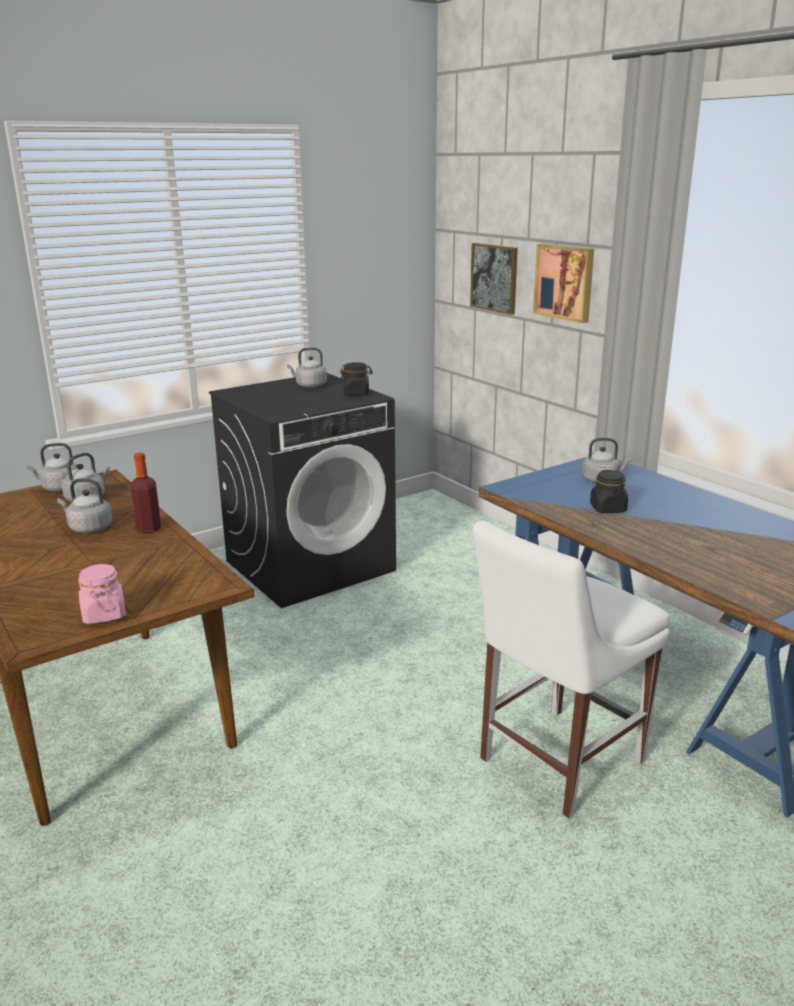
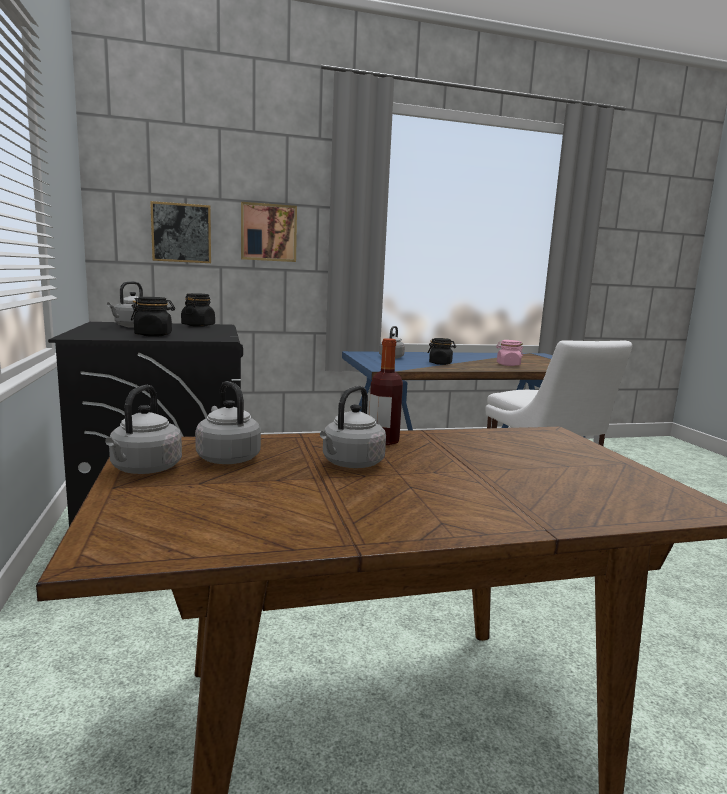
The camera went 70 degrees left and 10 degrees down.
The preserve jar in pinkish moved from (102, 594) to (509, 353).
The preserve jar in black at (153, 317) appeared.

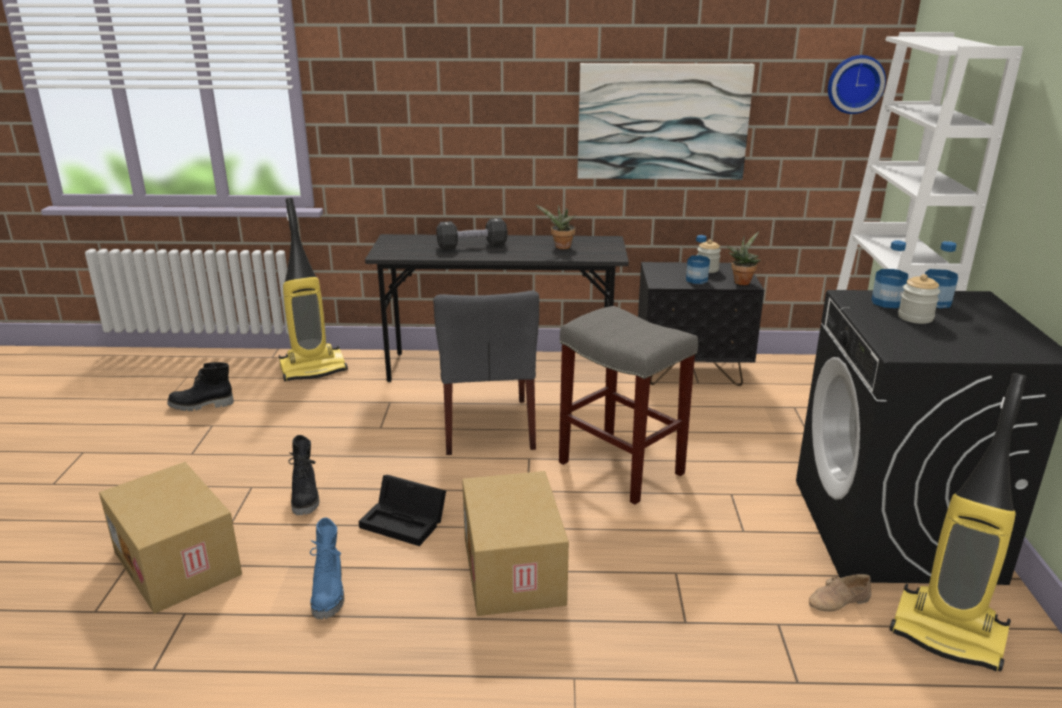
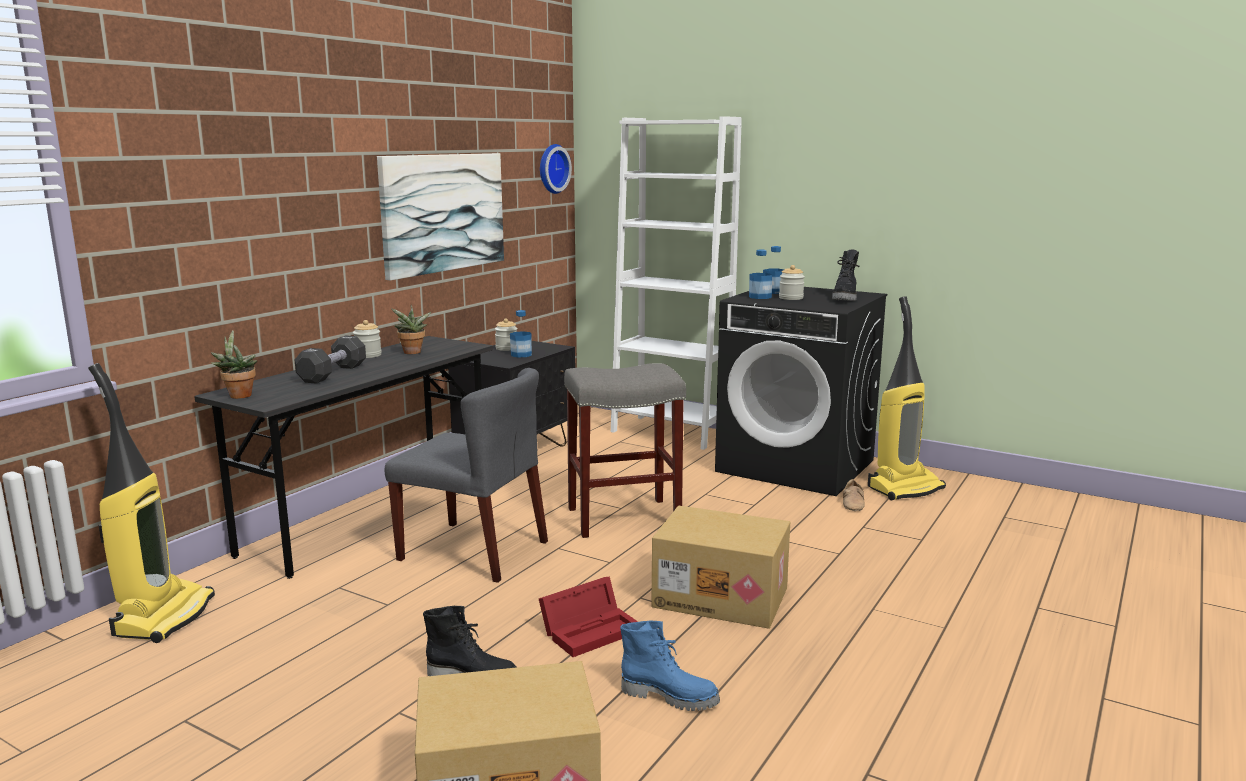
The camera went 60 degrees left and 10 degrees down.
The high-top boot in black moved from (200, 386) to (845, 275).
The storage box in black at (402, 510) became the storage box in red-coloured at (588, 617).
The potted plant moved from (744, 258) to (234, 364).
The preserve jar at (367, 339) appeared.

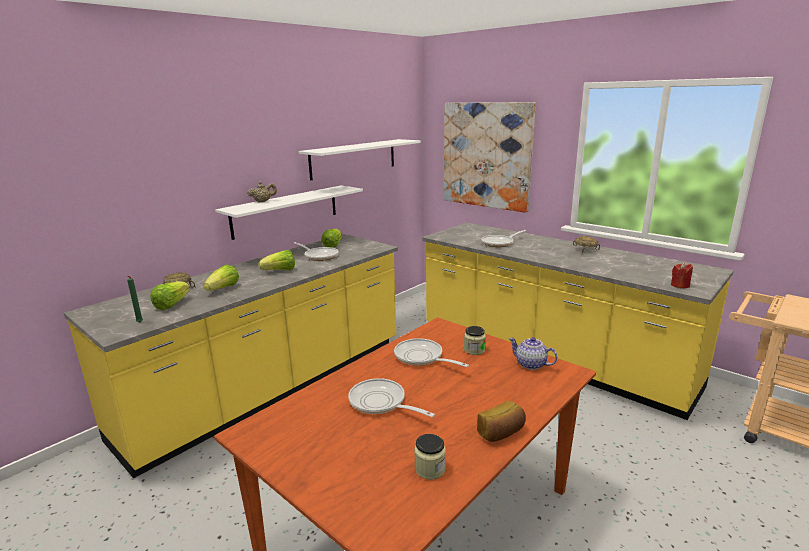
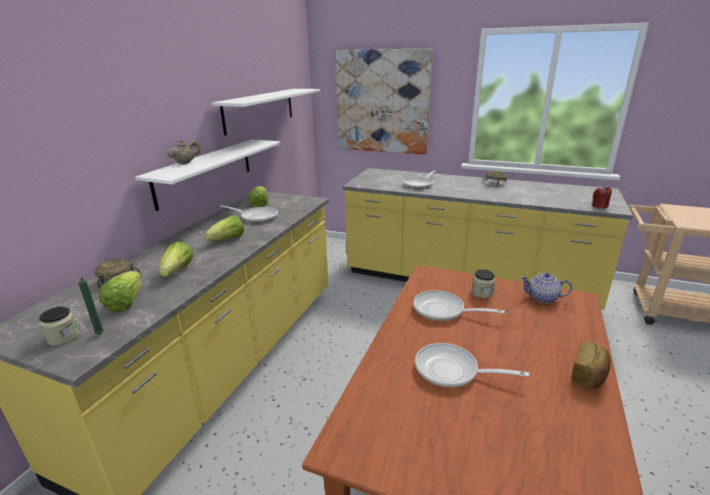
The camera went 20 degrees left and 5 degrees up.
The preserve jar moved from (430, 457) to (59, 326).

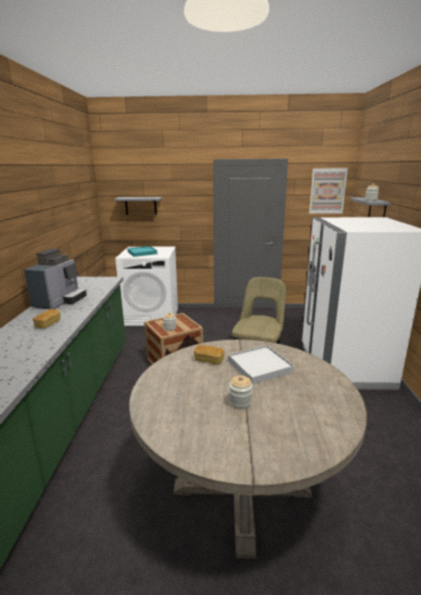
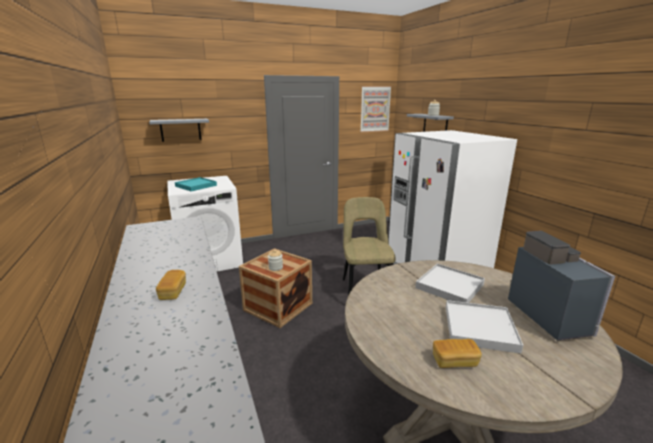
The camera went 25 degrees left and 0 degrees up.
The coffee brewer moved from (55, 279) to (561, 286).
The bakery bread moved from (209, 355) to (457, 353).
The preserve jar at (241, 392) was replaced by the tray in whitish at (484, 327).

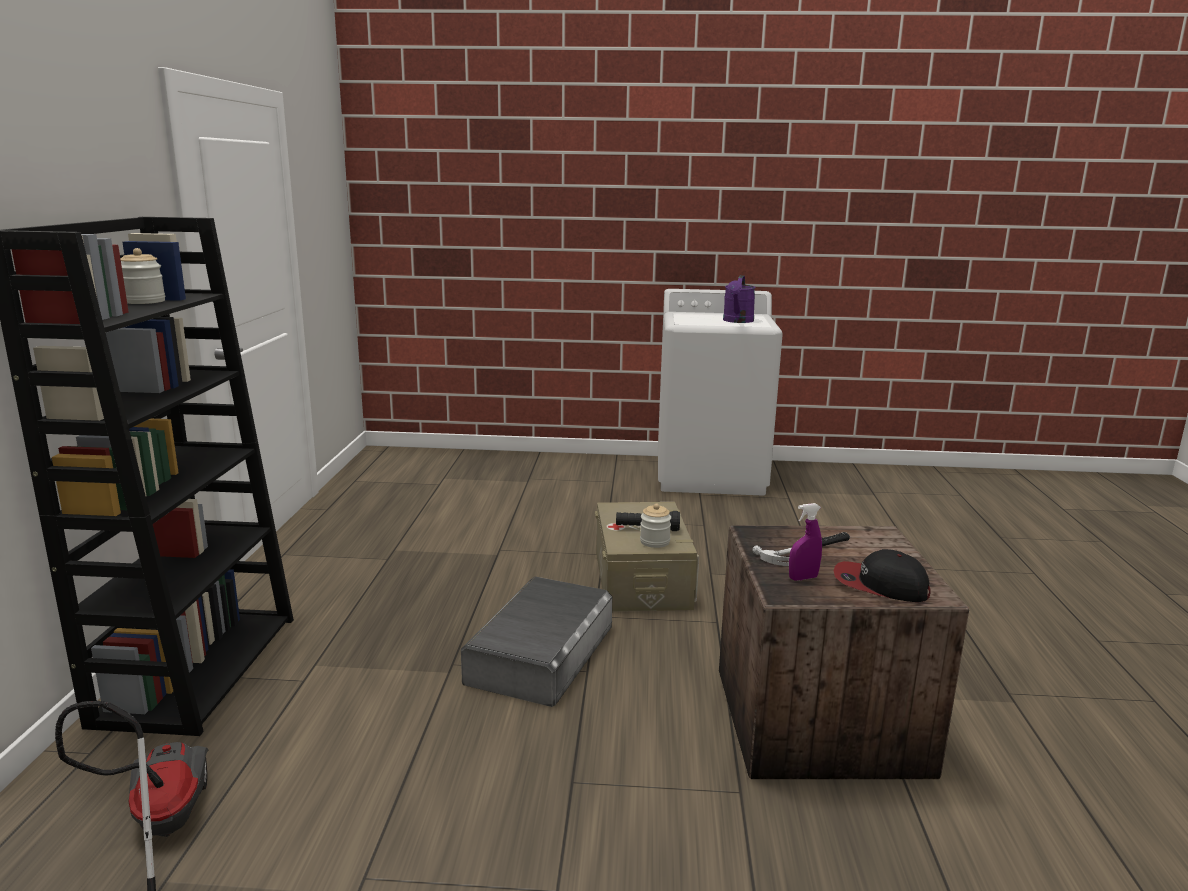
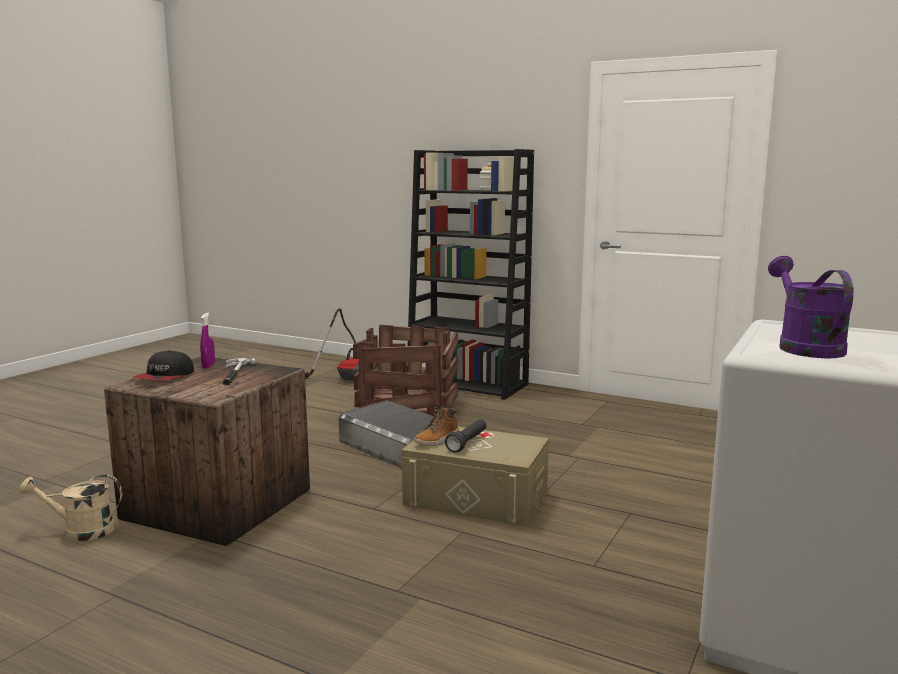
The camera went 115 degrees right and 5 degrees down.
The preserve jar at (655, 526) was replaced by the high-top boot at (436, 425).
The watering can in purple at (739, 299) turned 45 degrees clockwise.
The peaked cap at (882, 575) turned 150 degrees clockwise.
The watering can in beige-coloured at (70, 508) appeared.
The crate at (405, 370) appeared.

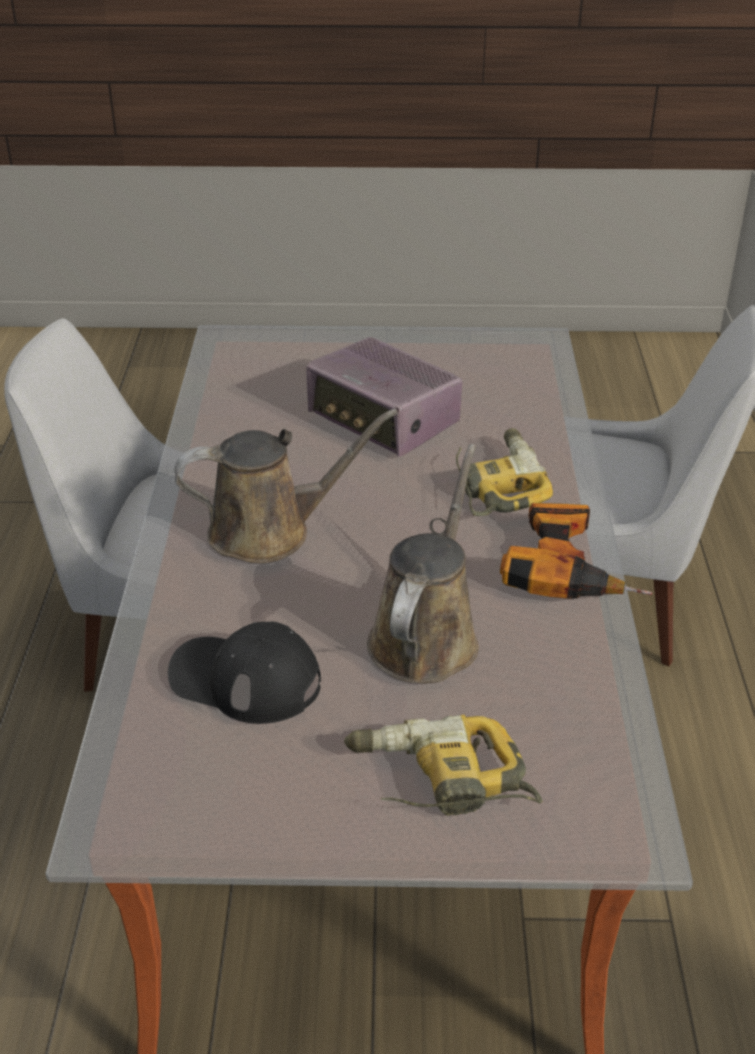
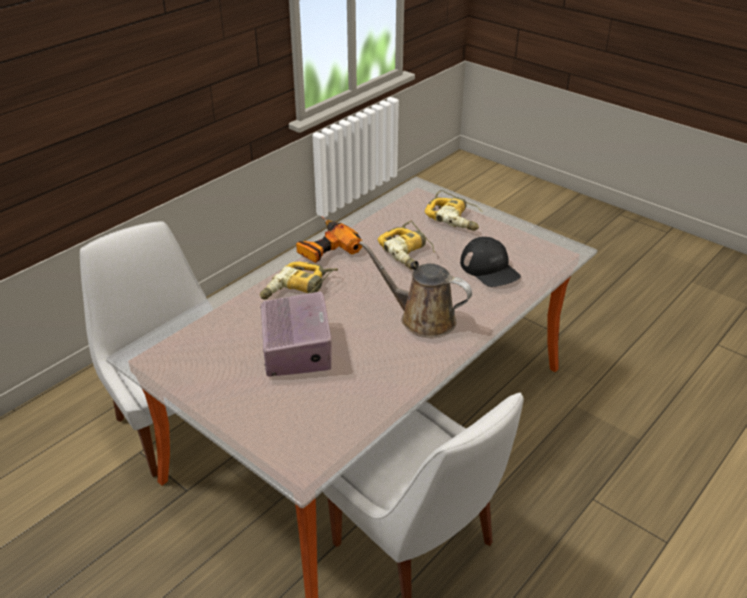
The camera went 140 degrees left and 0 degrees up.
The watering can in brownish at (423, 563) was replaced by the electric drill at (406, 245).

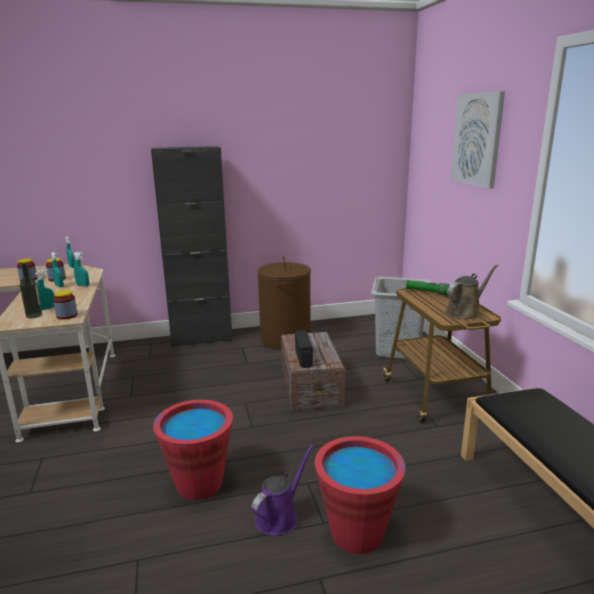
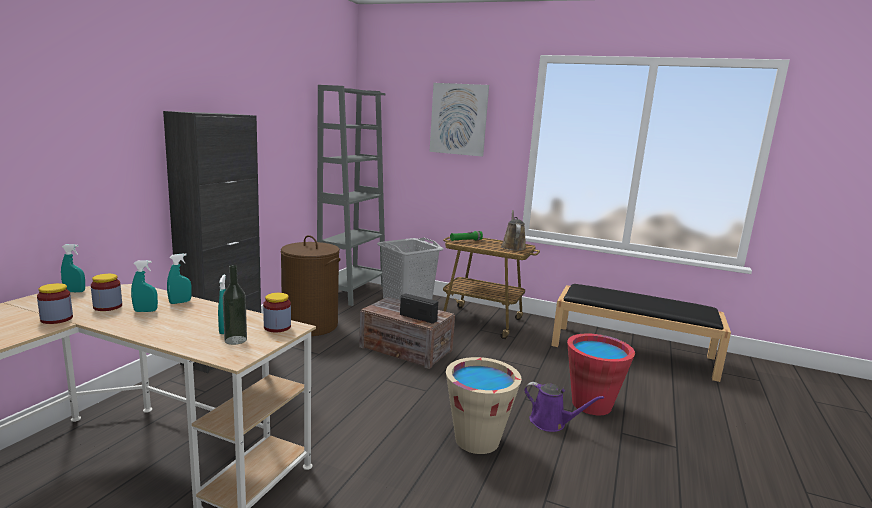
The camera went 55 degrees left and 5 degrees down.
The pail in red-coloured at (193, 450) became the pail in beige-coloured at (484, 405).
The watering can in purple at (282, 490) turned 135 degrees clockwise.
The bookcase in grey at (351, 195) appeared.

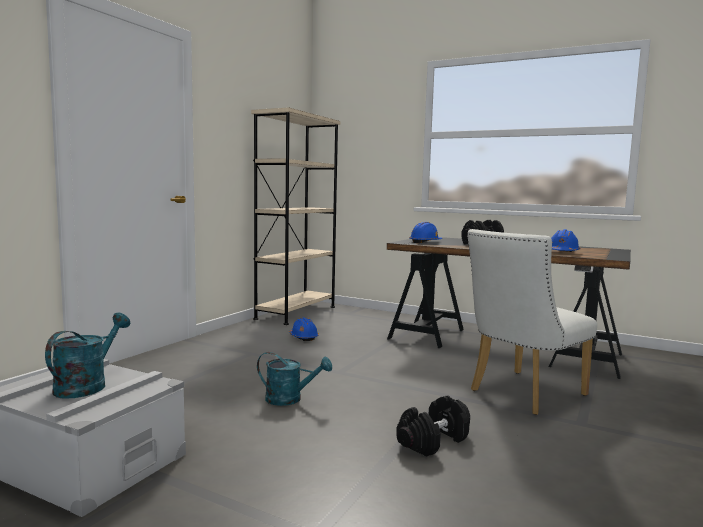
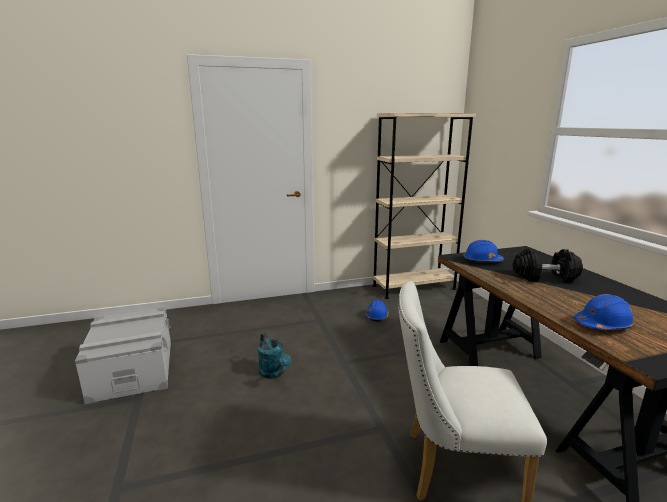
The camera went 45 degrees right and 10 degrees up.
The watering can in turquoise at (87, 356) disappeared.
The hand weight in black at (433, 426) disappeared.

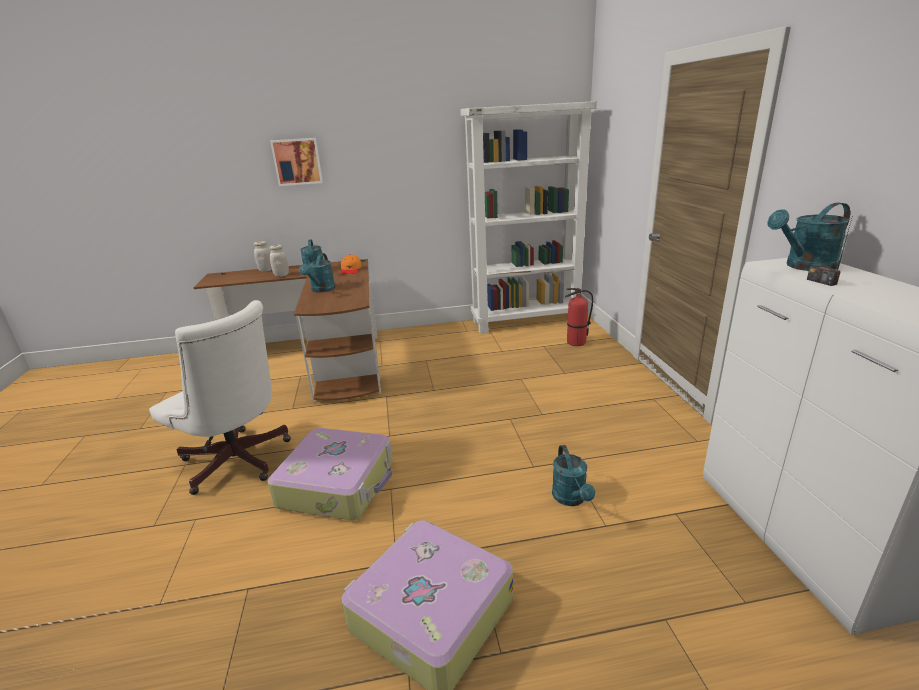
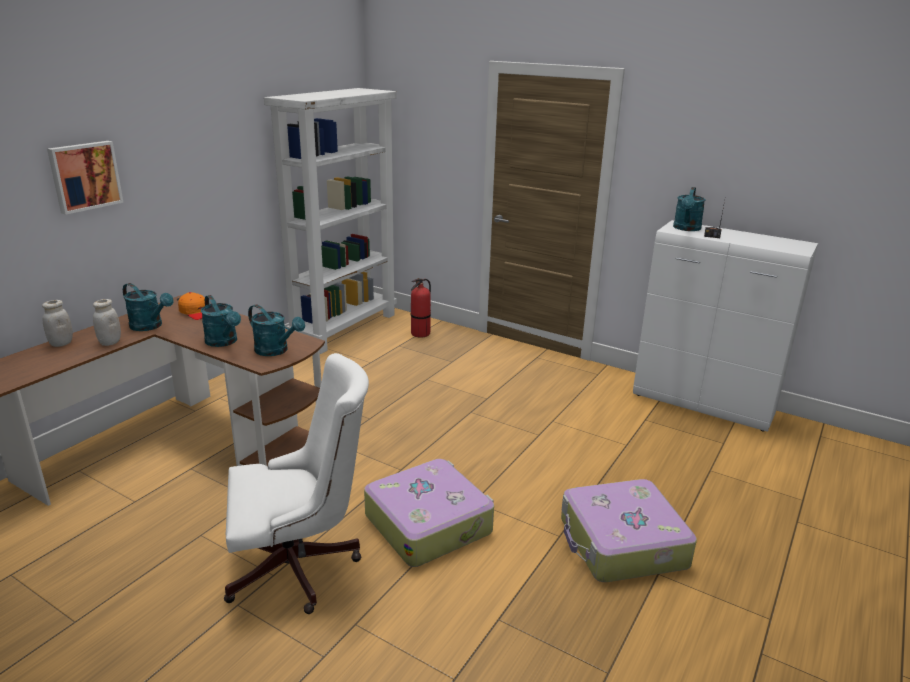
The camera went 50 degrees left and 0 degrees up.
The watering can in turquoise moved from (573, 475) to (276, 330).

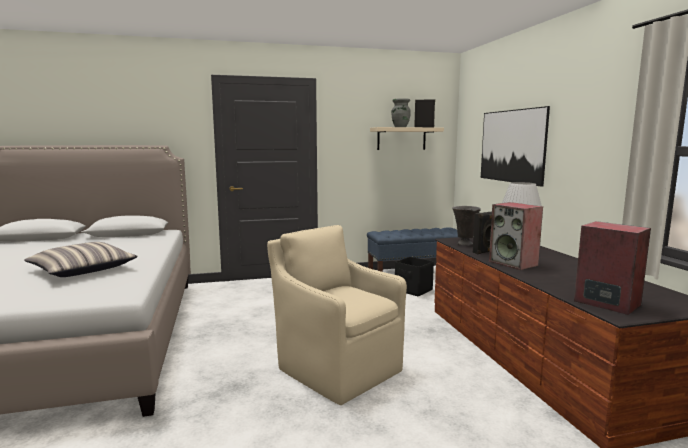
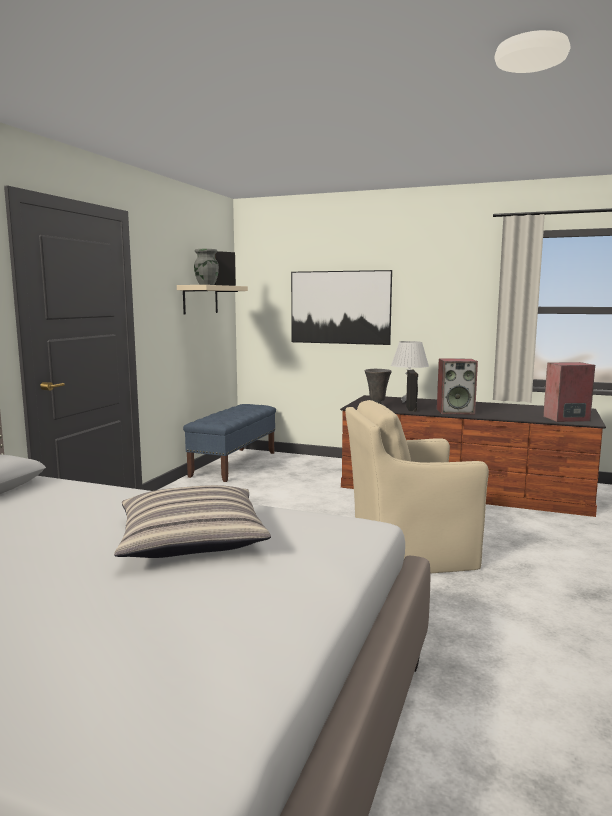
The camera went 55 degrees left and 0 degrees up.
The storage box in black at (414, 276) disappeared.

